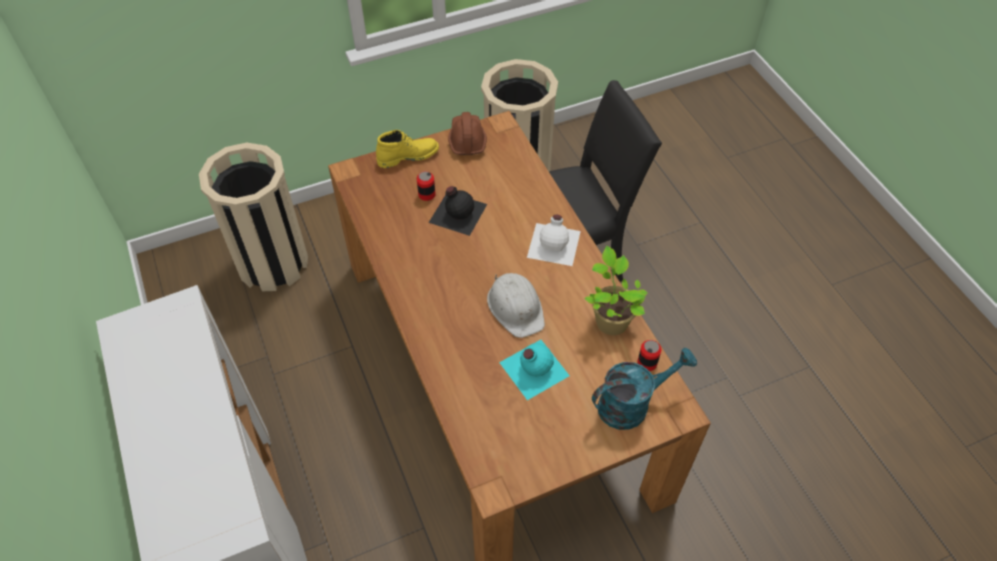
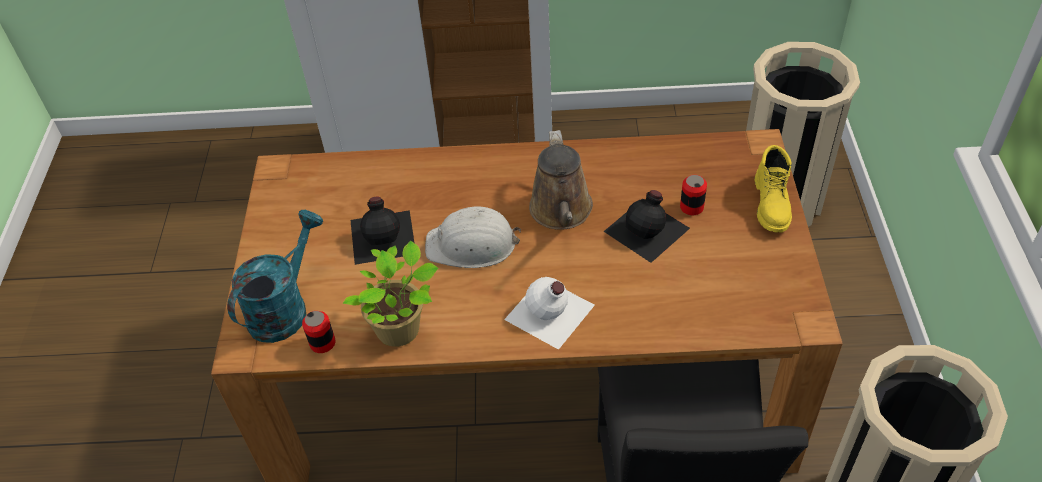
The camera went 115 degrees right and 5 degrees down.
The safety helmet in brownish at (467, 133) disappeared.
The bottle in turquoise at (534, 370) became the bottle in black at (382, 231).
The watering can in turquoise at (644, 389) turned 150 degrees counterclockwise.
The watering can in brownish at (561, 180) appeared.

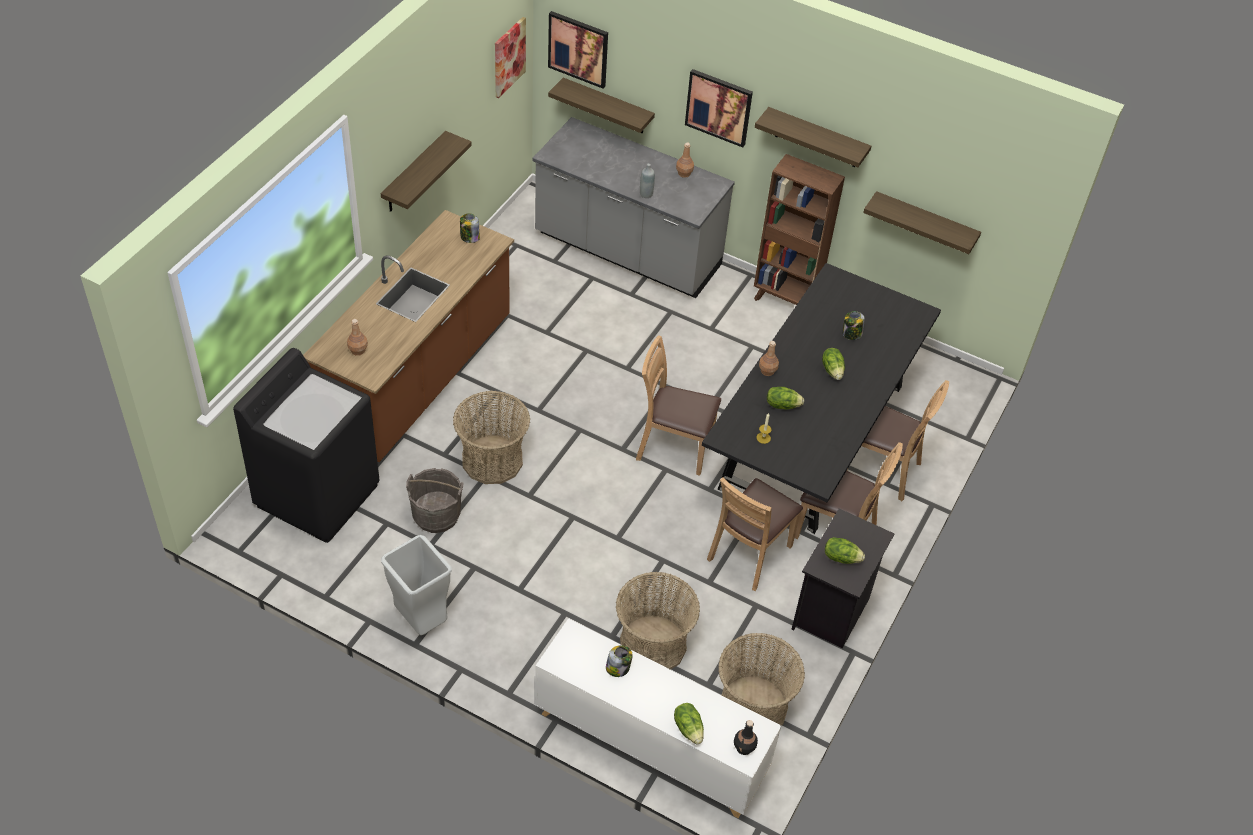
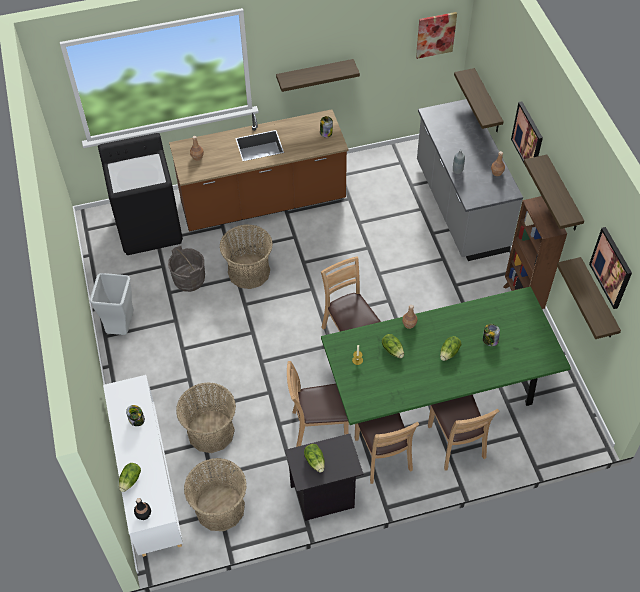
The camera went 50 degrees right and 5 degrees up.
The picture moved from (578, 50) to (610, 268).
The dinner table in black at (821, 398) became the dinner table in green at (446, 356).

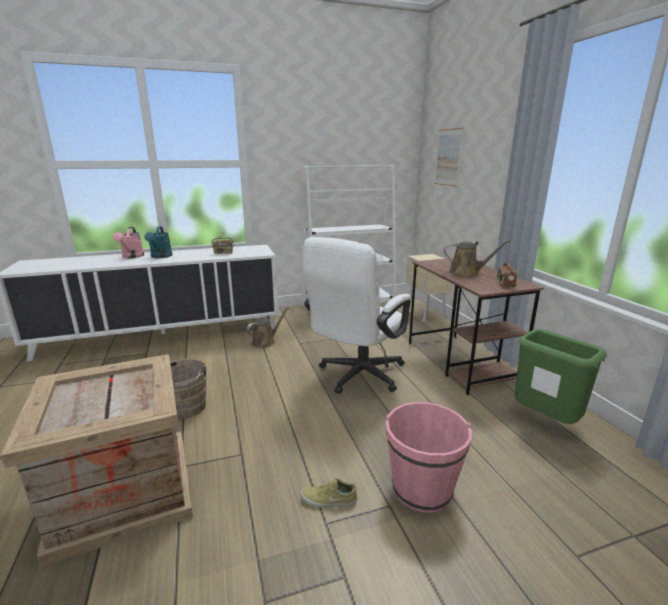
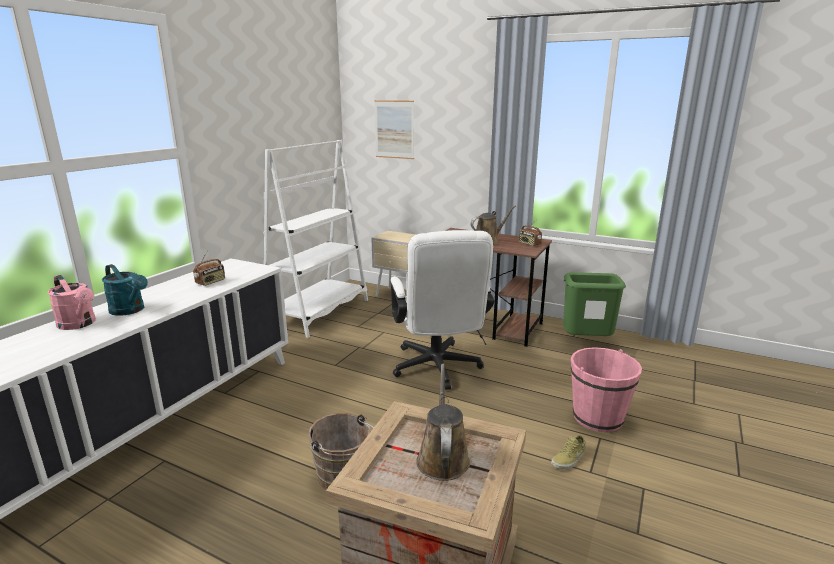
The camera went 45 degrees left and 0 degrees up.
The watering can in brownish moved from (267, 327) to (443, 422).

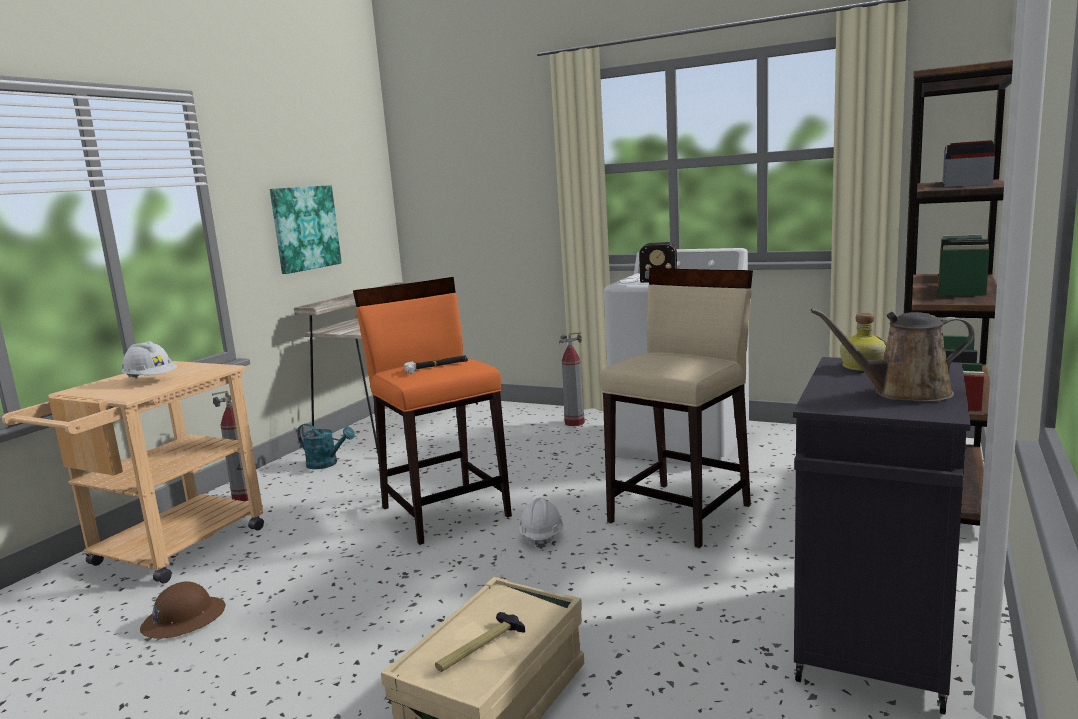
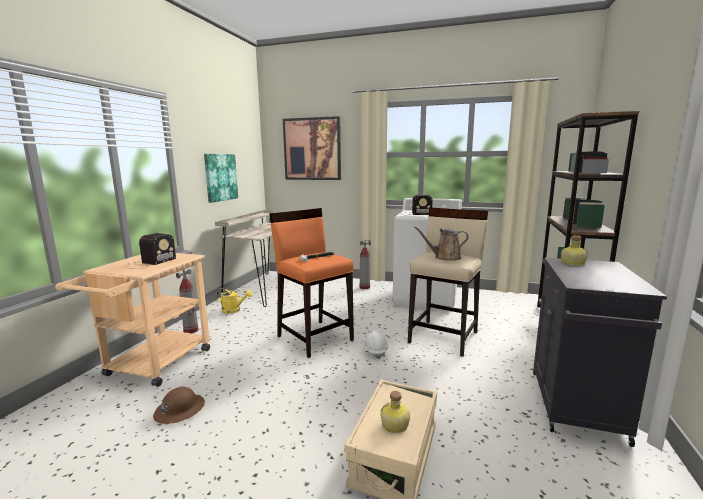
The camera went 10 degrees left and 0 degrees up.
The safety helmet in whitish at (149, 359) was replaced by the radio set at (150, 251).
The watering can in turquoise at (326, 446) became the watering can in yellow-coloured at (234, 301).
The hammer at (480, 642) was replaced by the bottle at (395, 412).
The watering can in brownish moved from (892, 355) to (441, 243).
The picture at (312, 148) appeared.

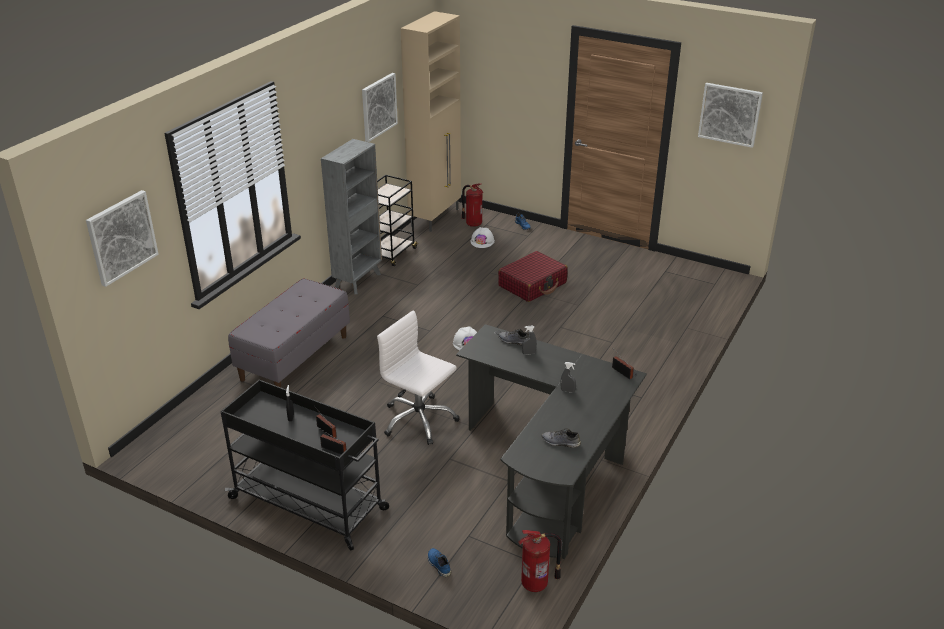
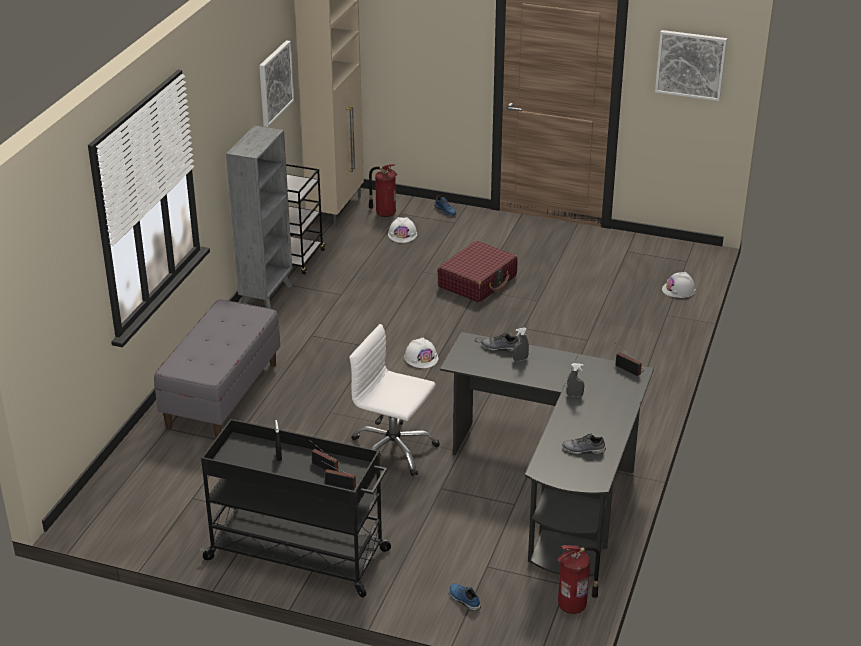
The camera went 10 degrees left and 0 degrees up.
The picture at (122, 238) disappeared.
The safety helmet in whitish at (679, 285) appeared.

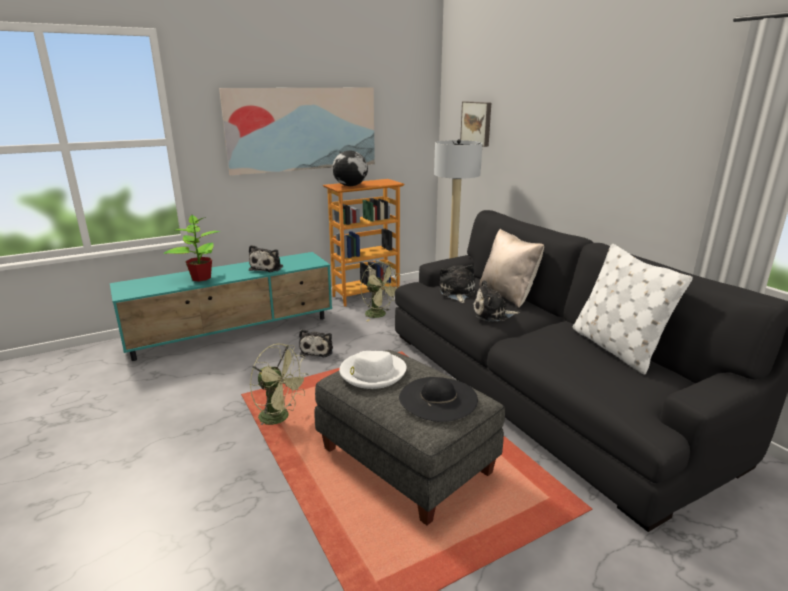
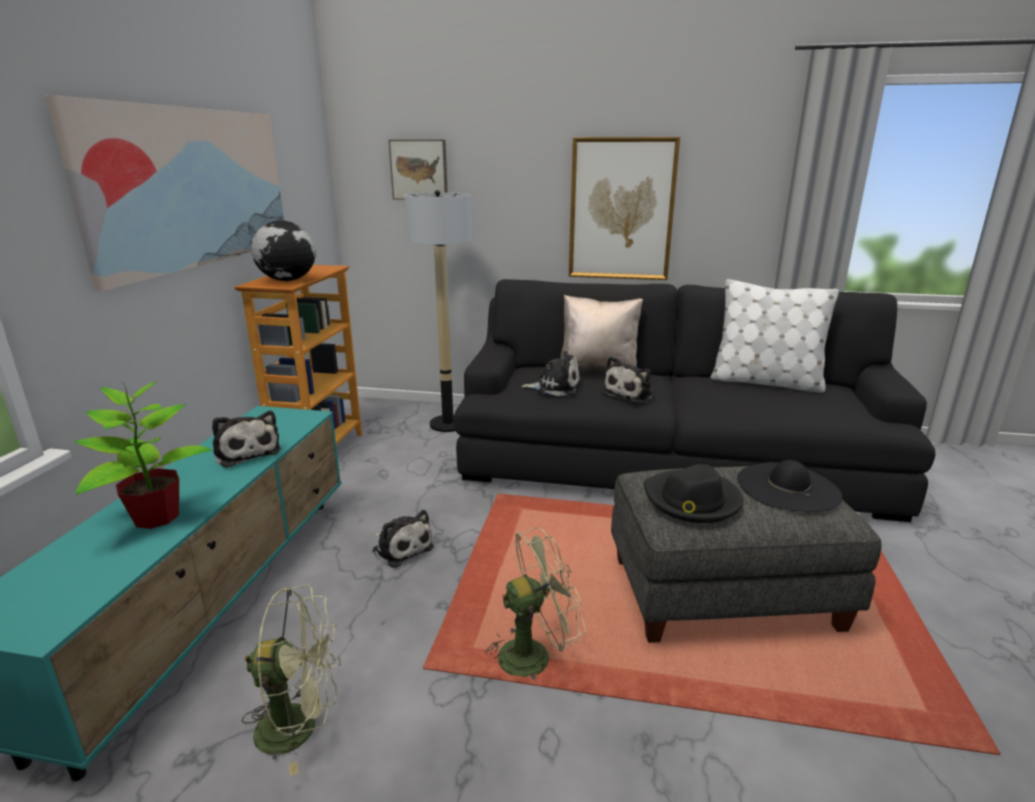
The camera went 50 degrees left and 0 degrees up.
The hat in whitish at (373, 370) became the hat in black at (693, 493).
The cooling fan in green moved from (381, 291) to (291, 680).
The plush toy at (457, 284) turned 150 degrees clockwise.
The picture at (624, 208) appeared.

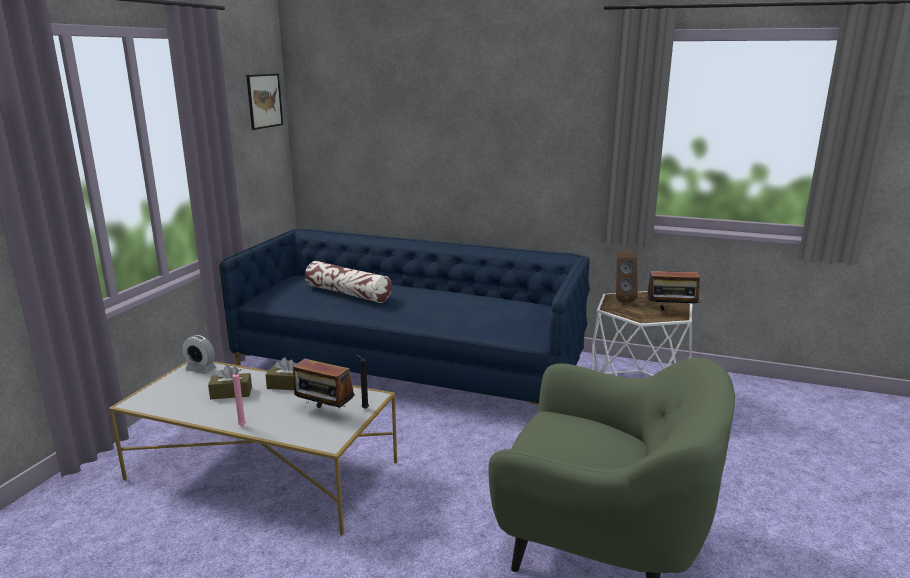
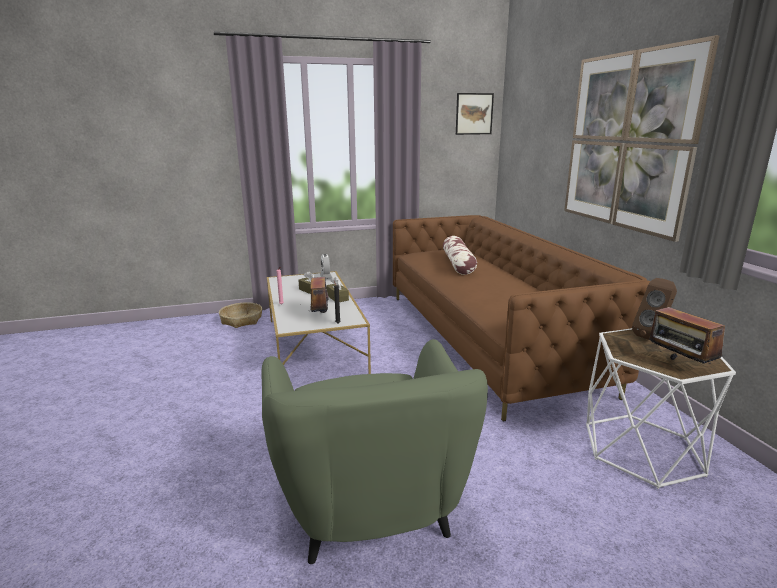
The camera went 55 degrees right and 0 degrees up.
The settee in blue at (404, 317) became the settee in brownish at (521, 318).
The basket at (240, 315) appeared.
The picture at (642, 138) appeared.

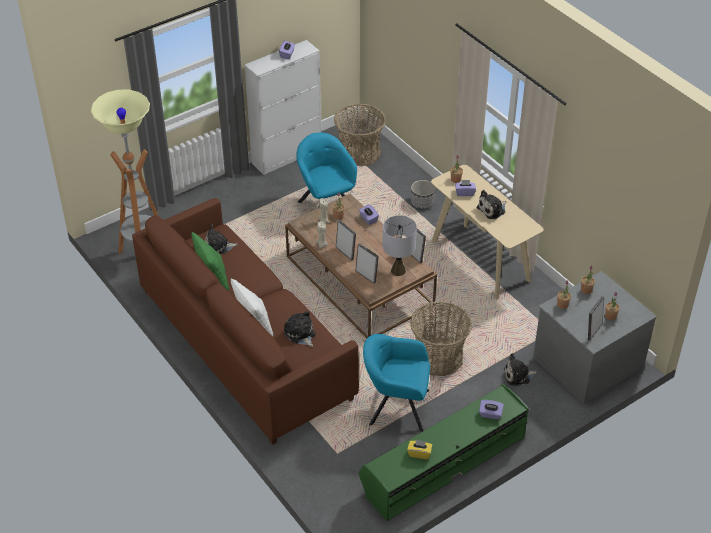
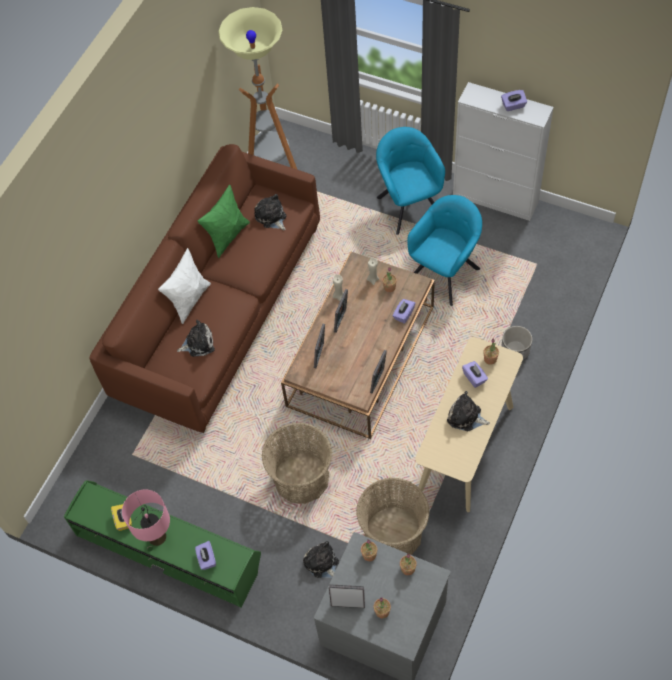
The camera went 65 degrees right and 15 degrees up.
The plush toy at (299, 329) turned 45 degrees clockwise.
The basket moved from (360, 134) to (393, 516).
The armchair in turquoise moved from (396, 383) to (410, 181).
The table lamp in grey at (399, 245) disappeared.
The table lamp in pinkish at (146, 518) appeared.

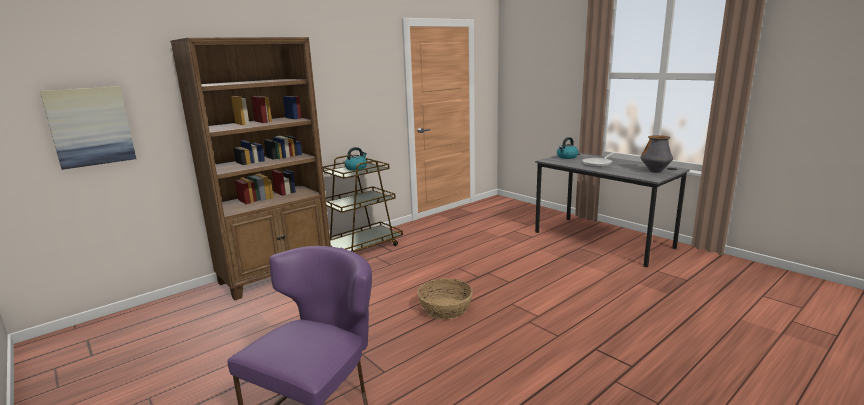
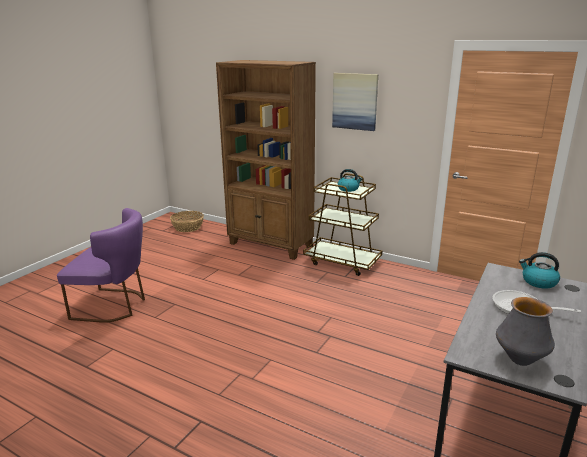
The camera went 70 degrees right and 5 degrees up.
The picture moved from (88, 128) to (355, 102).
The basket moved from (445, 299) to (187, 221).

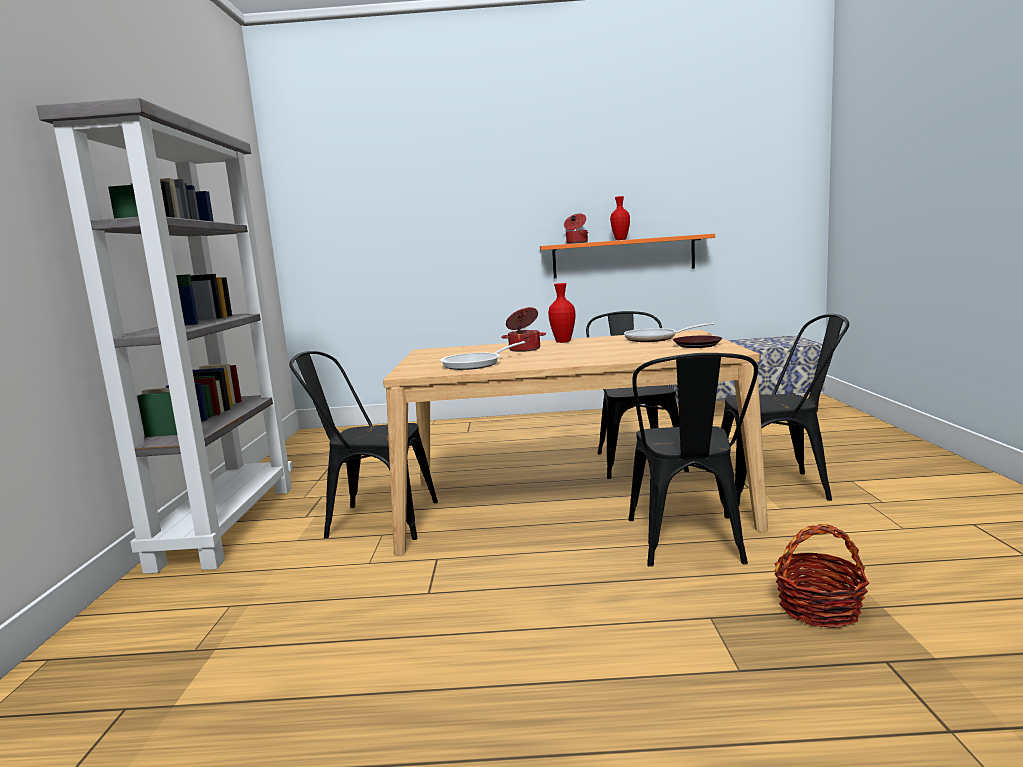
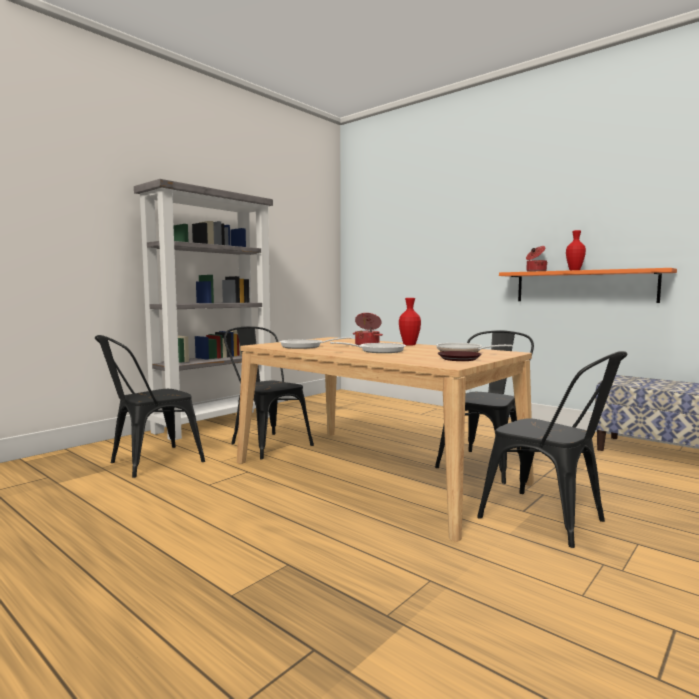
The camera went 40 degrees right and 5 degrees down.
The chair in black moved from (693, 460) to (150, 406).
The basket at (821, 576) disappeared.
The pan at (368, 347) appeared.

